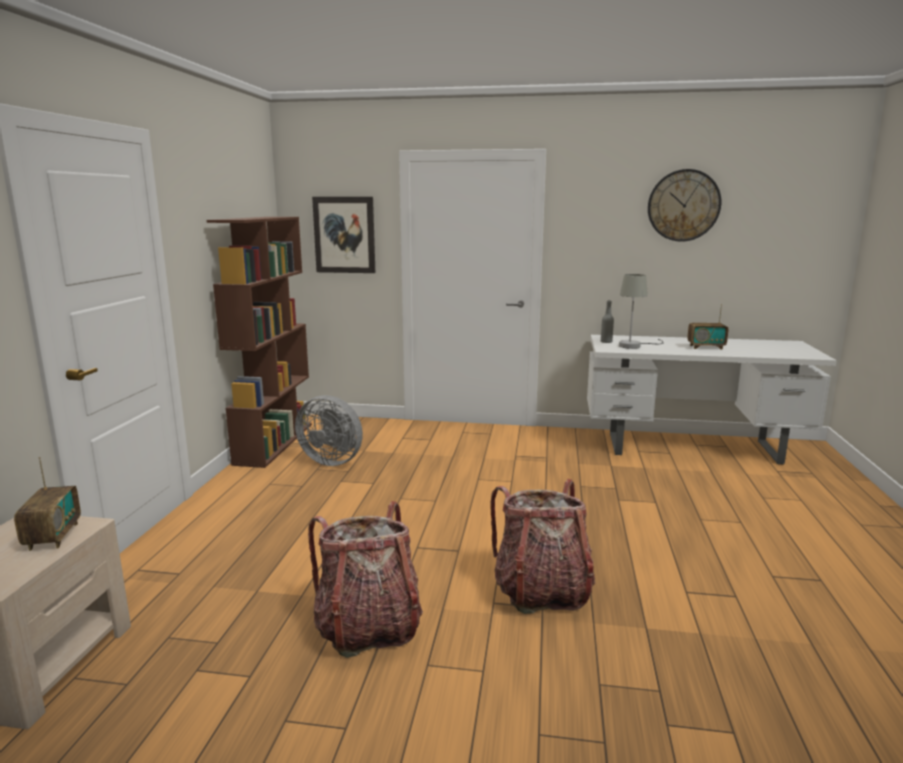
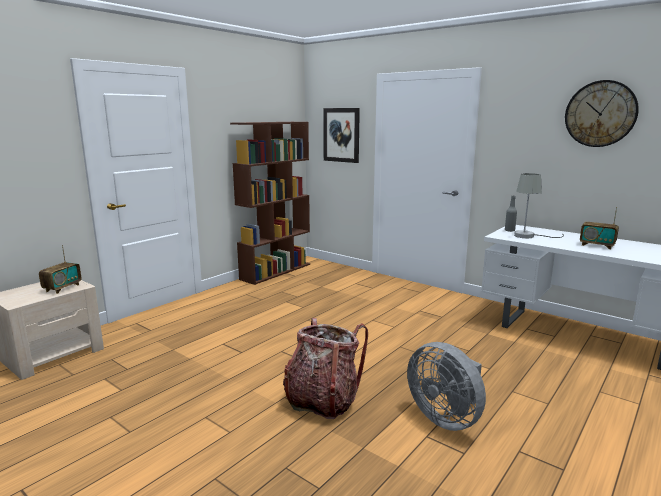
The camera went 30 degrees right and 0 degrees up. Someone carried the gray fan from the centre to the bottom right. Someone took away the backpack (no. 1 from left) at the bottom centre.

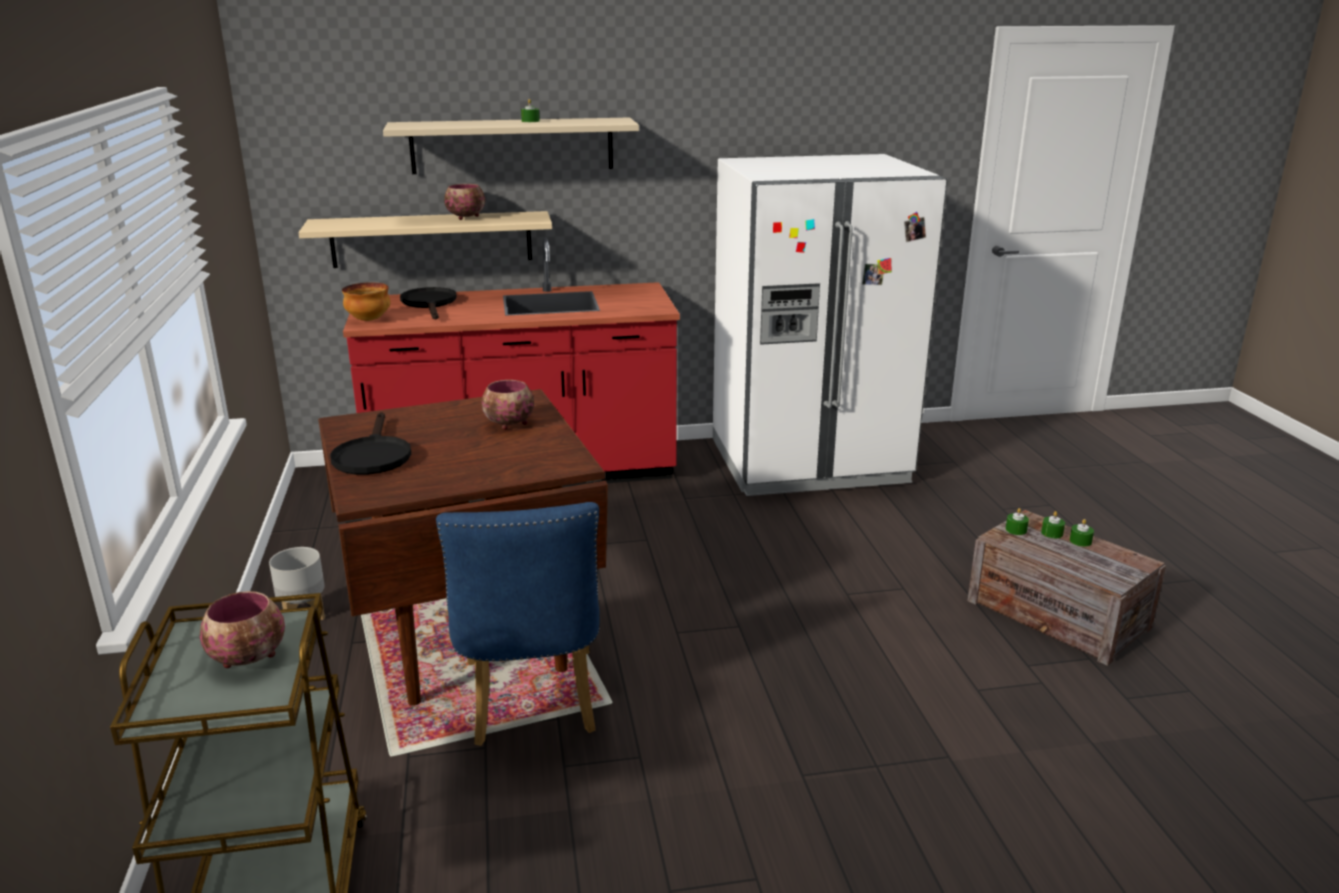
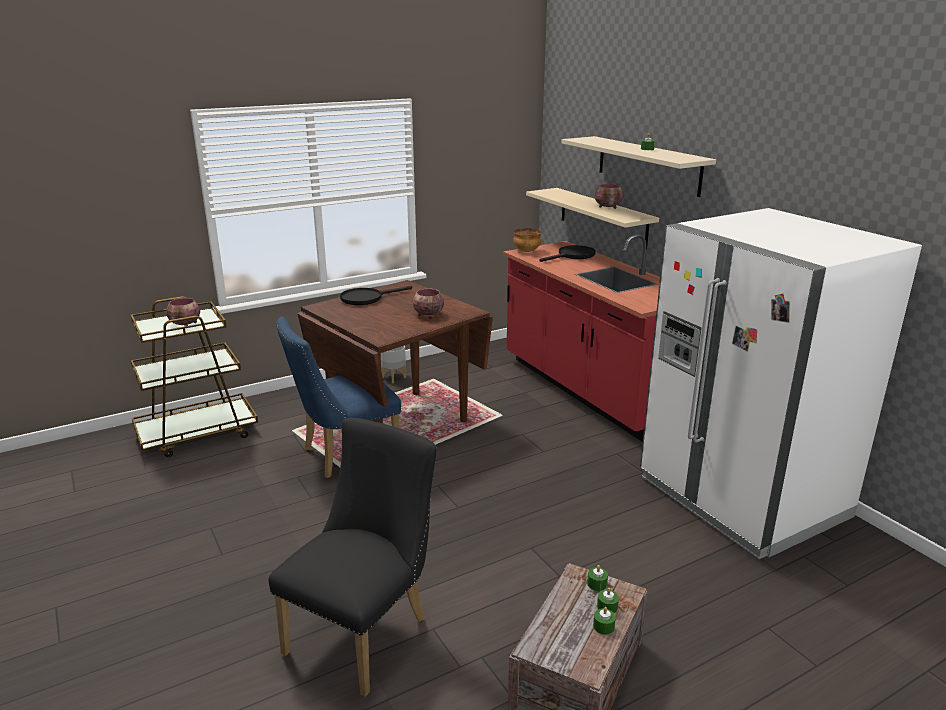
The camera went 70 degrees right and 0 degrees up. Someone put down the black chair at the bottom centre.

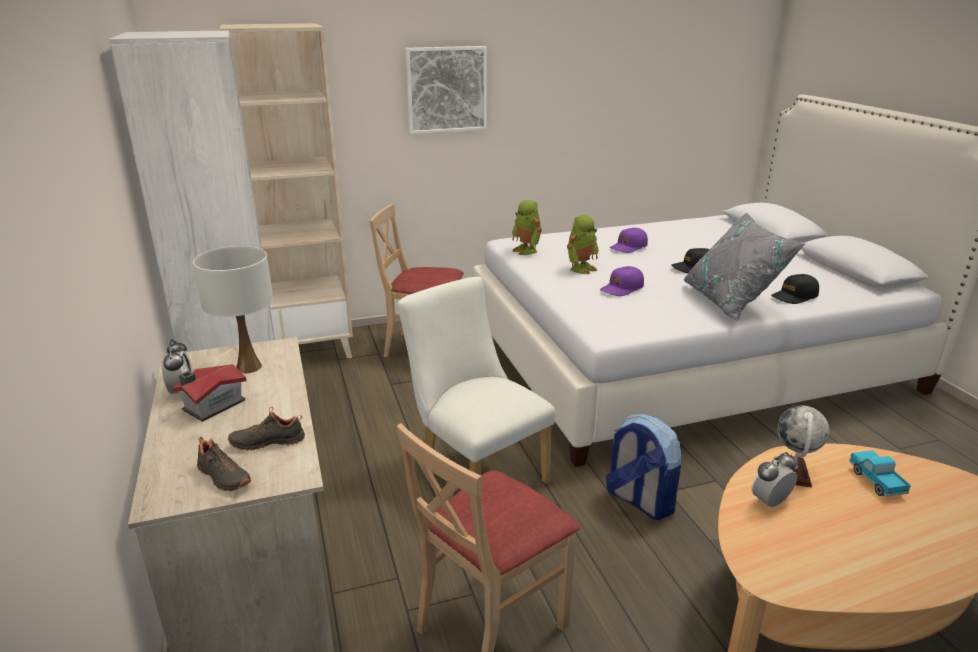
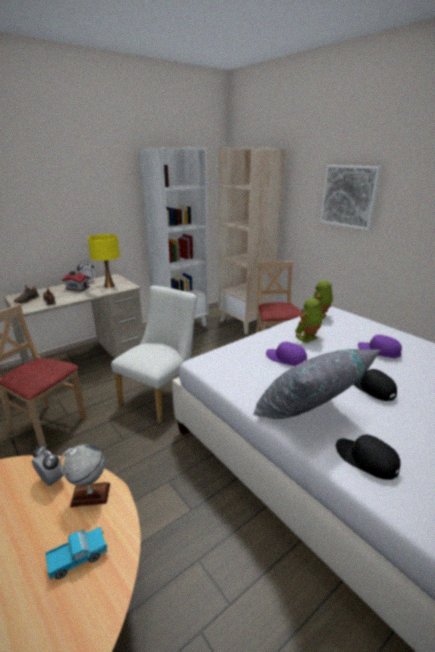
The camera went 70 degrees right and 0 degrees up. Someone repainted the white lamp for a table at the middle left, which became the yellow lamp for a table at the middle left. Someone rotated the robot figure (no. 2 from left in the first image) at the centre by 120 degrees clockwise. Someone took away the backpack at the bottom centre.

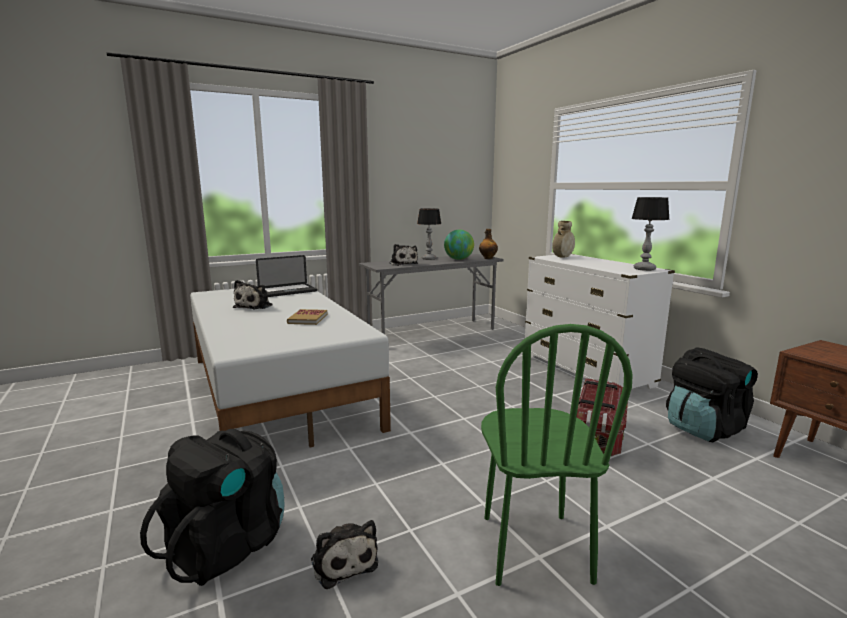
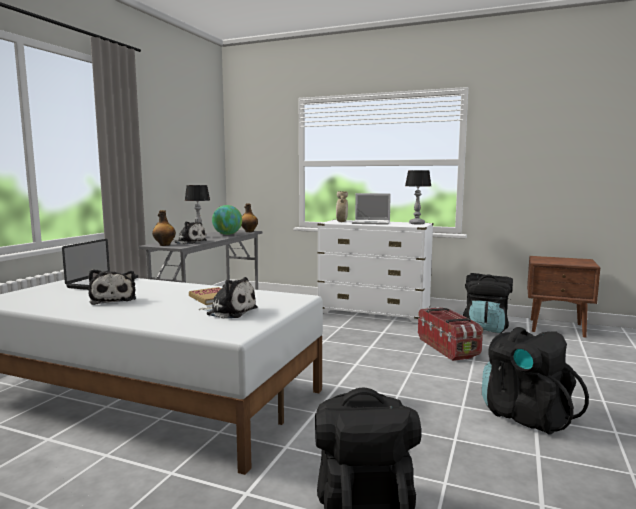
The camera went 40 degrees left and 5 degrees down. Someone put down the drink bottle (no. 1 from left) at the middle left. Someone carried the cuddly toy (no. 2 from left in the first image) from the bottom centre to the centre. Someone put down the portable computer (no. 2 from left) at the centre. Someone swapped the greenish chair at the bottom centre for the black backpack (no. 3 from left) at the bottom right.

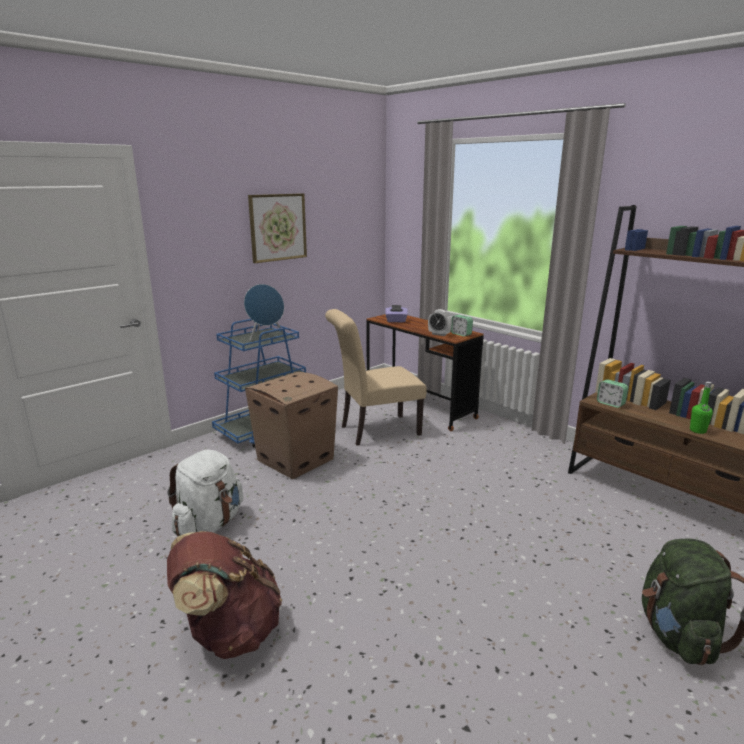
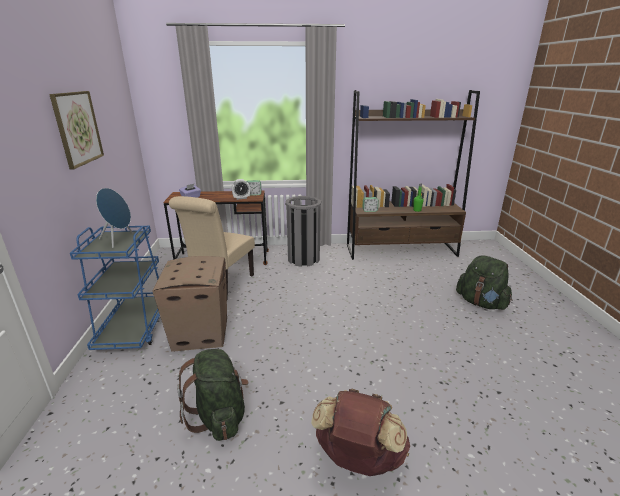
The camera went 50 degrees left and 5 degrees up. Someone repainted the white backpack at the middle left, which became the greenish backpack (no. 1 from left) at the bottom centre. Someone put down the gray rubbish bin at the centre.

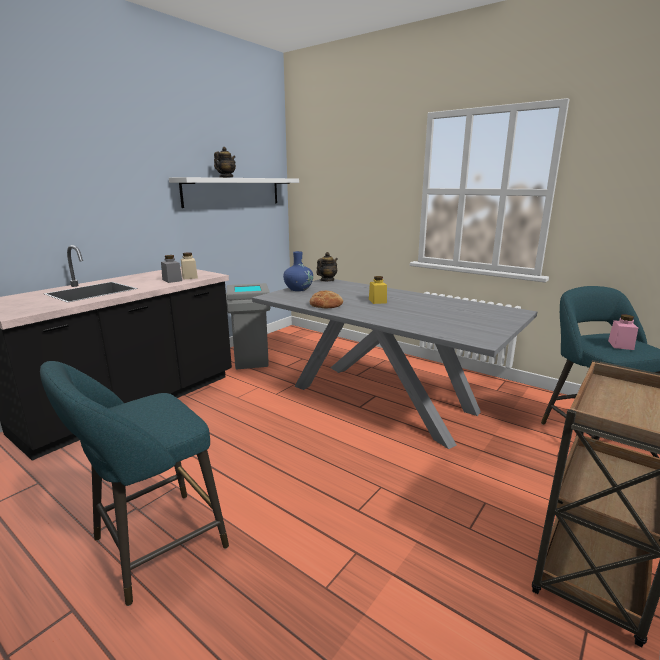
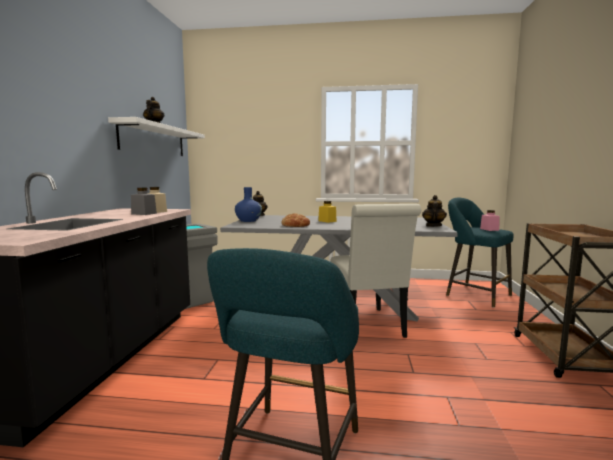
The camera went 30 degrees left and 10 degrees down. Someone put down the white chair at the centre. Someone put down the pot for tea (no. 3 from left) at the middle right.

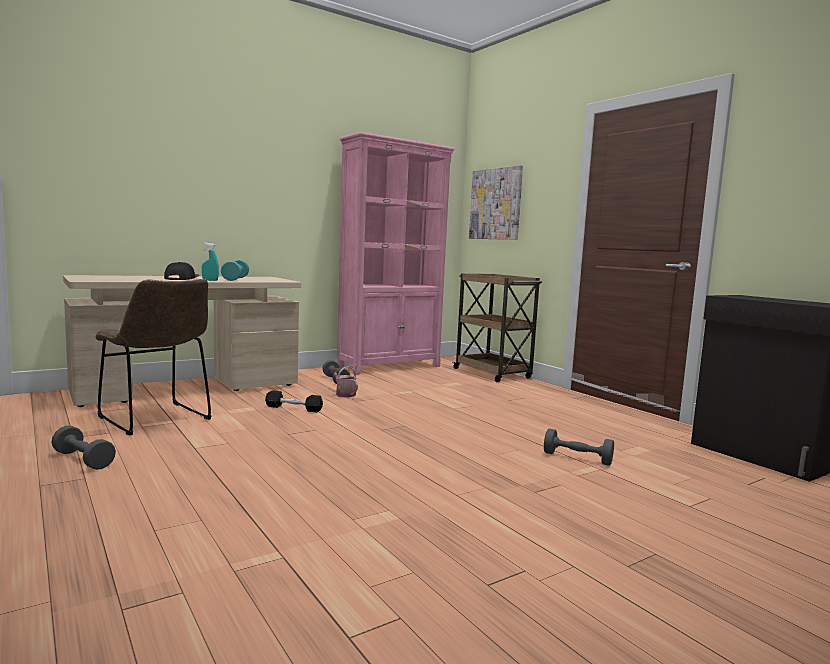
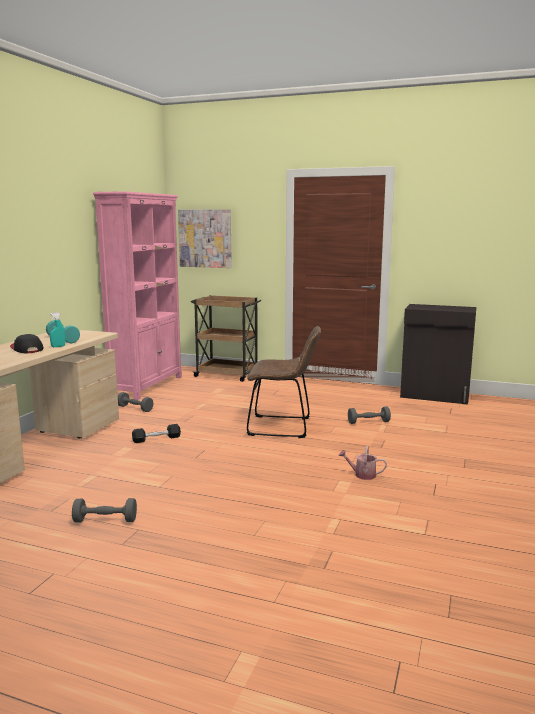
The camera went 35 degrees left and 5 degrees up. Someone carried the brownish chair from the middle left to the centre. Someone carried the watering pot from the centre to the middle right.

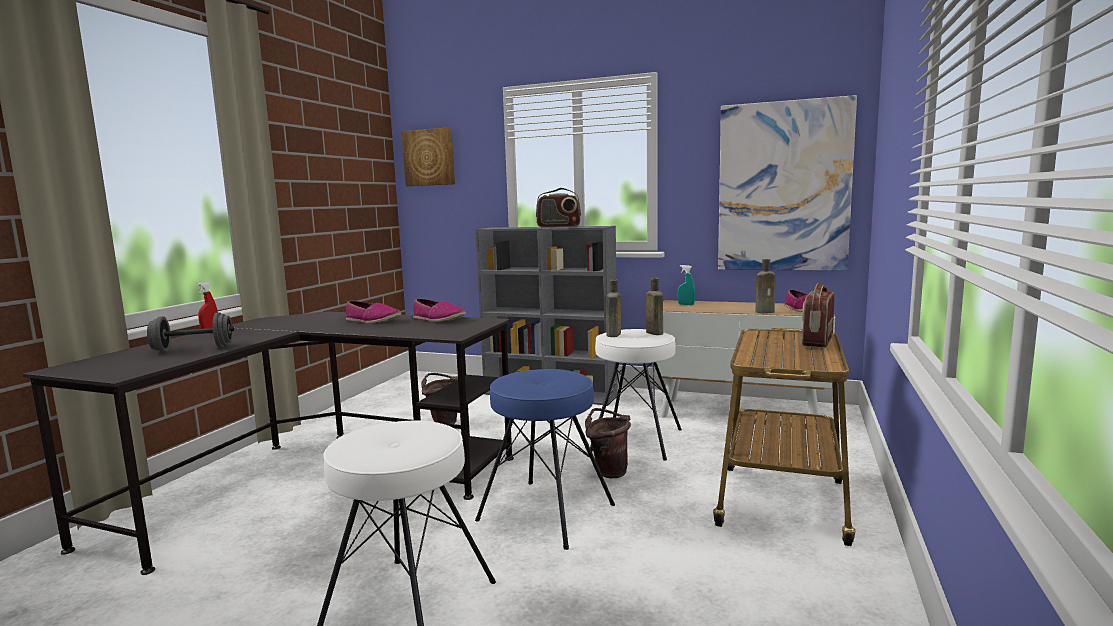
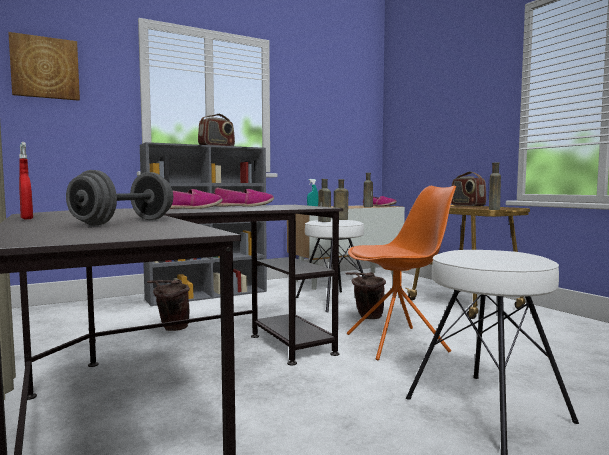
The camera went 50 degrees left and 5 degrees down. Someone swapped the bluish stool at the bottom centre for the orange chair at the centre. Someone put down the brownish drink bottle (no. 4 from left) at the middle right. Someone took away the wall art (no. 2 from left) at the top right.

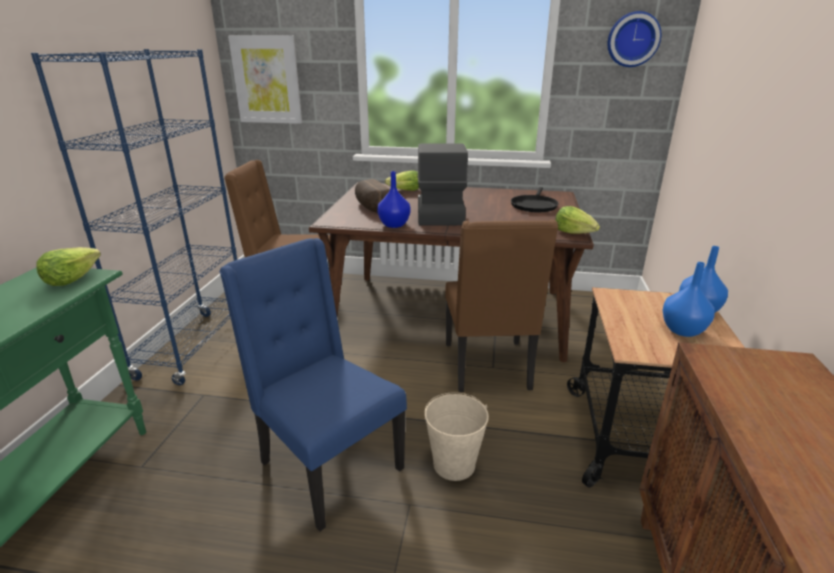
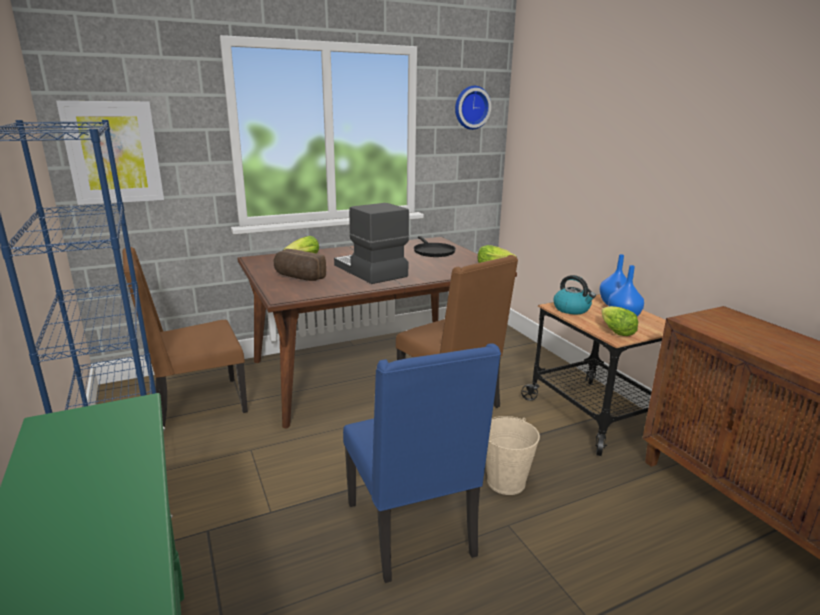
The camera went 35 degrees left and 5 degrees down. Someone rotated the bluish chair at the bottom centre by 120 degrees counterclockwise. Someone put down the kettle at the middle right. Someone carried the lettuce head (no. 1 from left in the first image) from the middle left to the middle right. Someone took away the bluish decorative vase (no. 1 from left) at the centre.

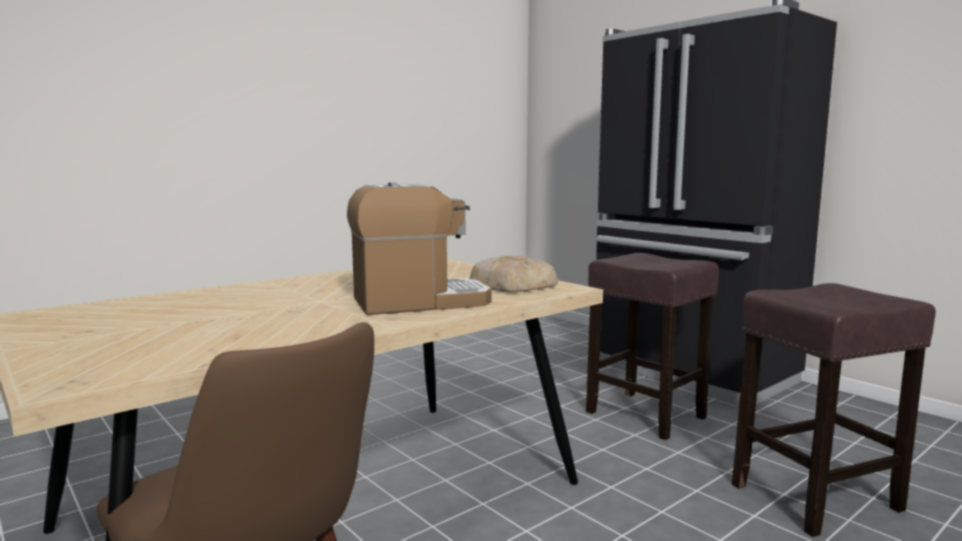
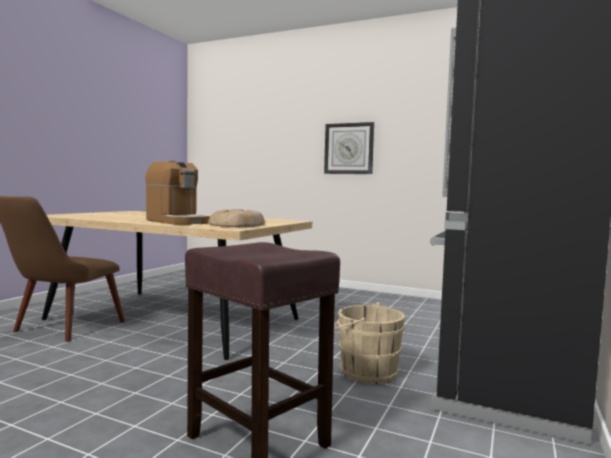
The camera went 65 degrees right and 5 degrees down. Someone put up the clock on the wall at the top centre. Someone swapped the brownish stool (no. 1 from left) at the middle right for the beige-coloured water bucket at the bottom centre.

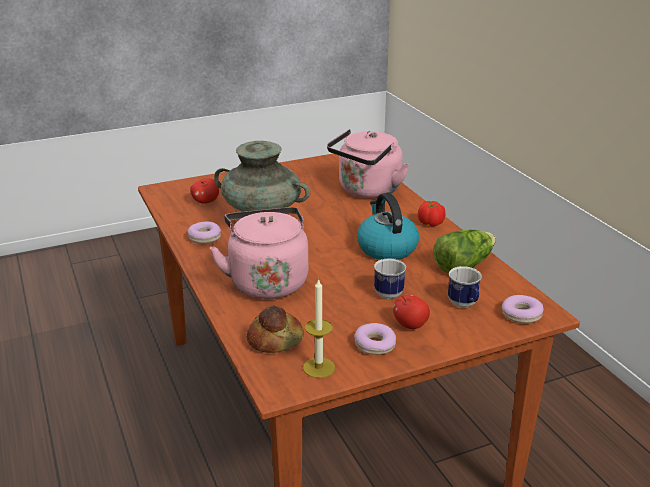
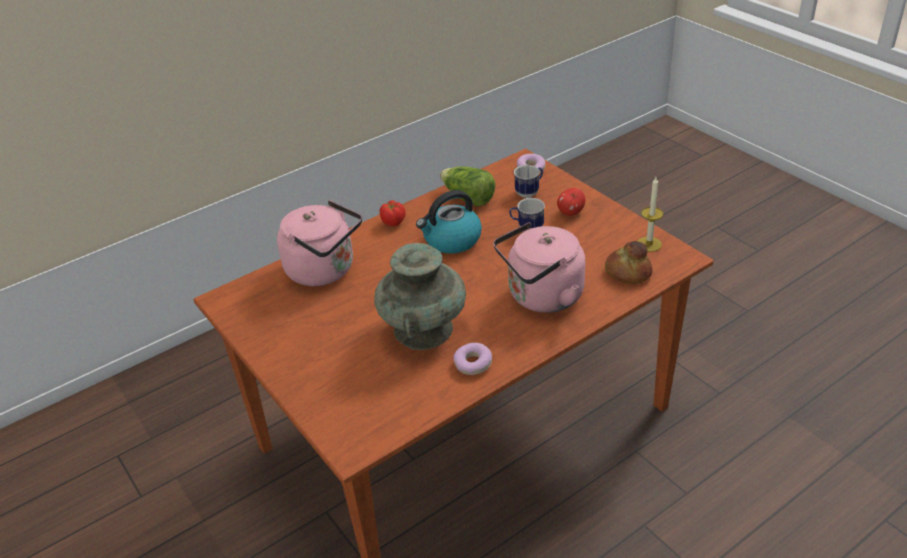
The camera went 100 degrees left and 10 degrees up. Someone took away the apple (no. 1 from left) at the middle left. Someone took away the doughnut (no. 2 from left) at the bottom centre.

